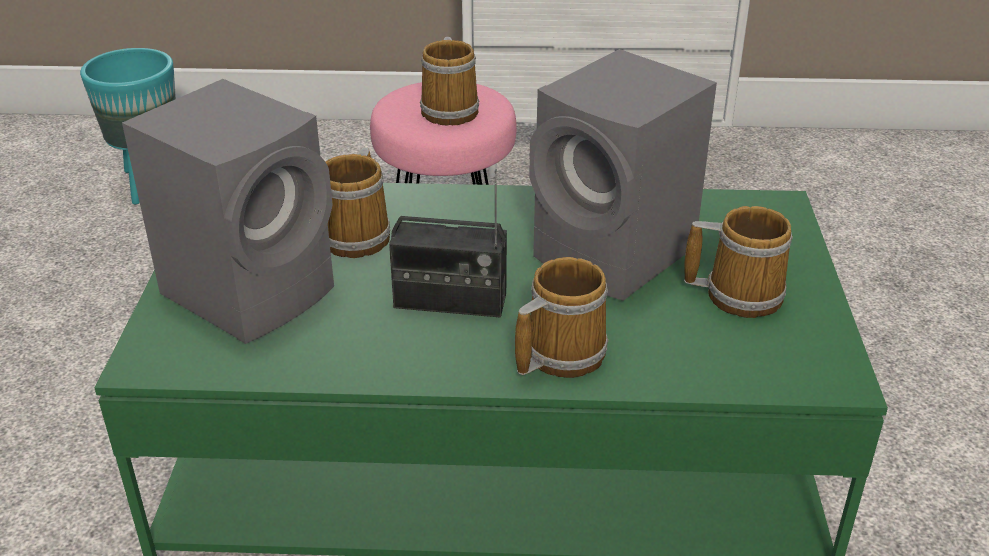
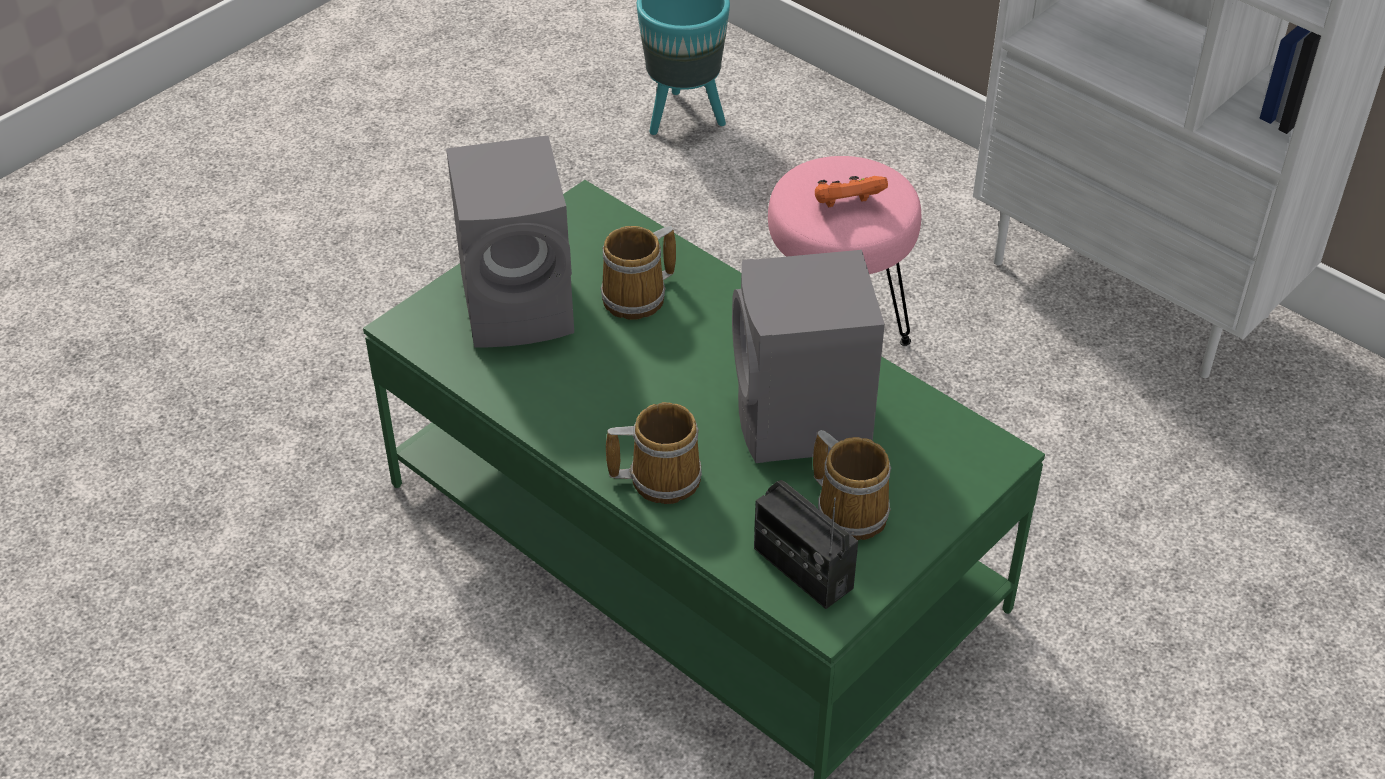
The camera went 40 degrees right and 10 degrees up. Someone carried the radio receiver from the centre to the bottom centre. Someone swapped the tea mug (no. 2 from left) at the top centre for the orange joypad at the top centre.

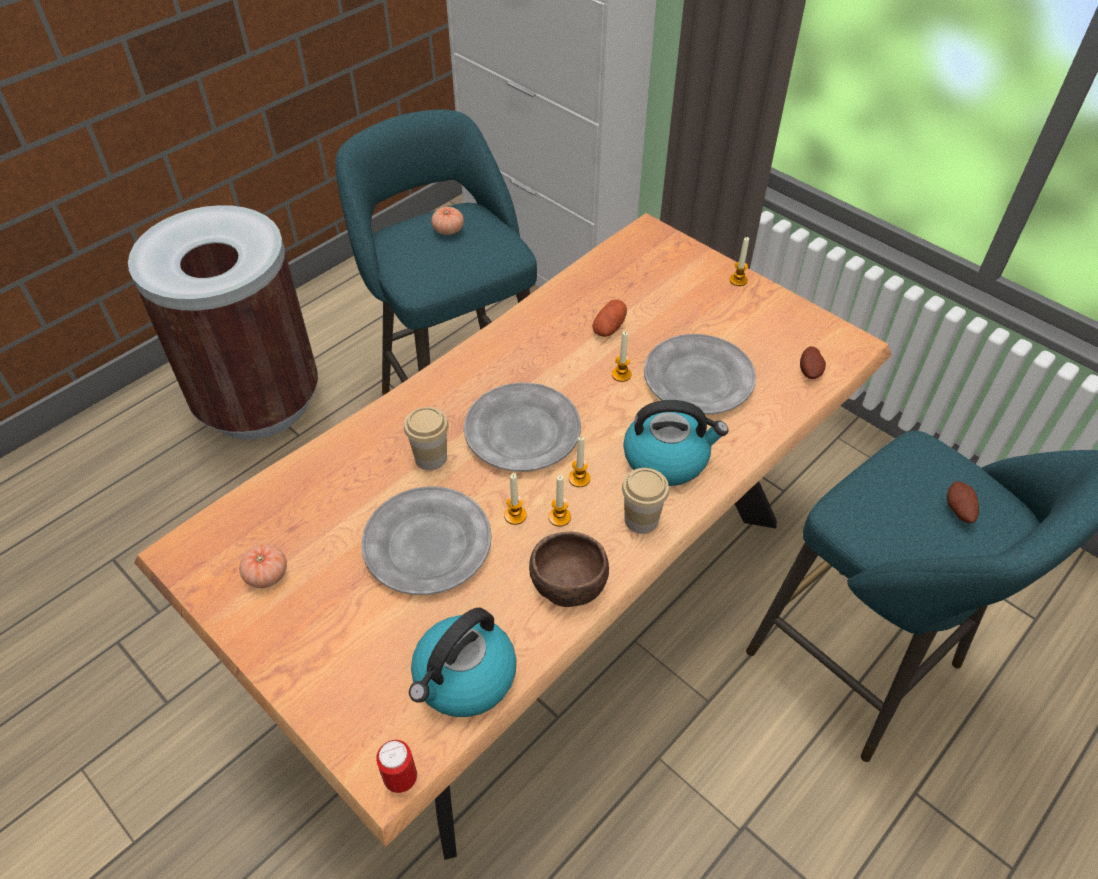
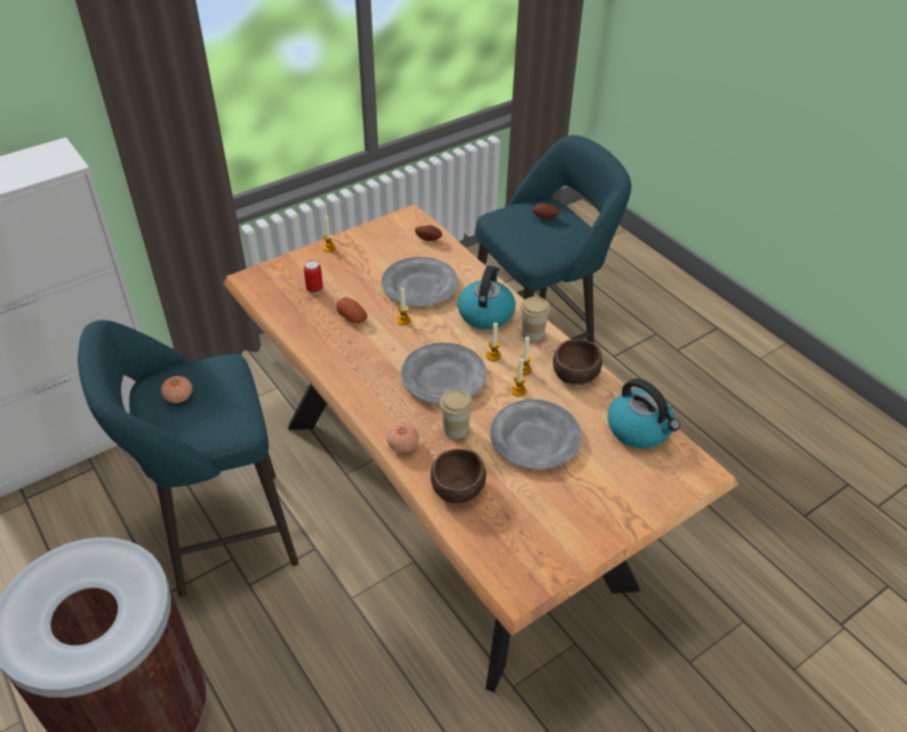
The camera went 80 degrees left and 5 degrees down. Someone carried the can from the bottom centre to the centre. Someone carried the fresh tomato (no. 1 from left in the first image) from the middle left to the centre. Someone put down the brownish bowl (no. 1 from left) at the centre.

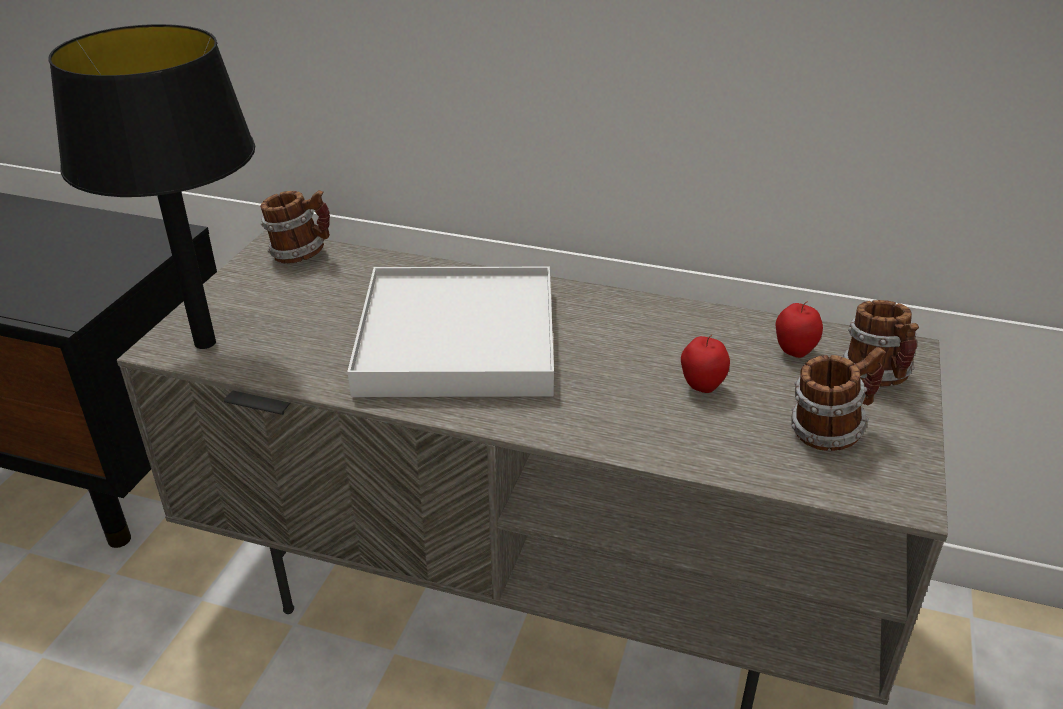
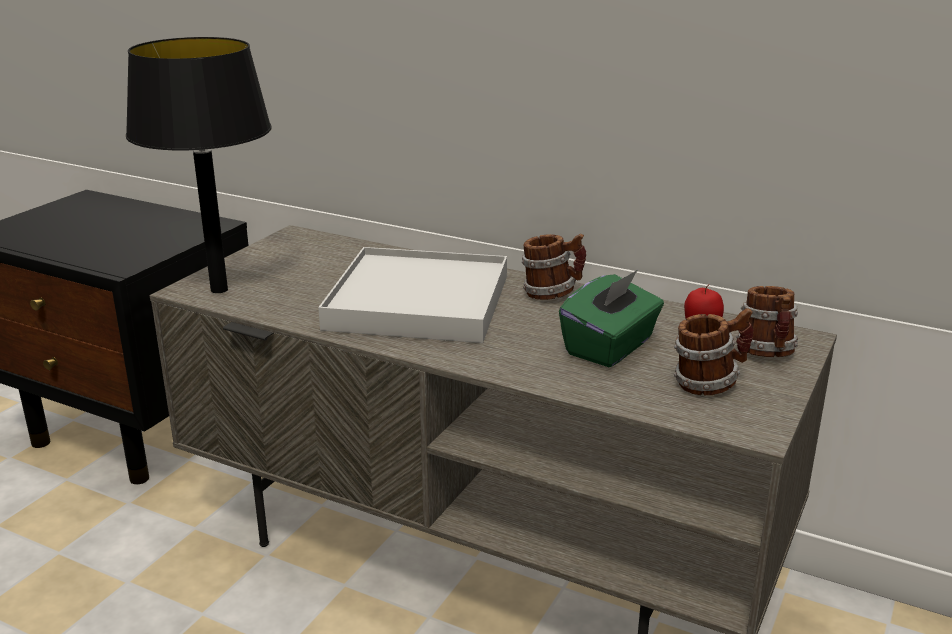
The camera went 10 degrees right and 10 degrees down. Someone carried the tea mug (no. 1 from left) from the top left to the centre. Someone swapped the apple (no. 1 from left) at the centre for the greenish tissue box at the centre.

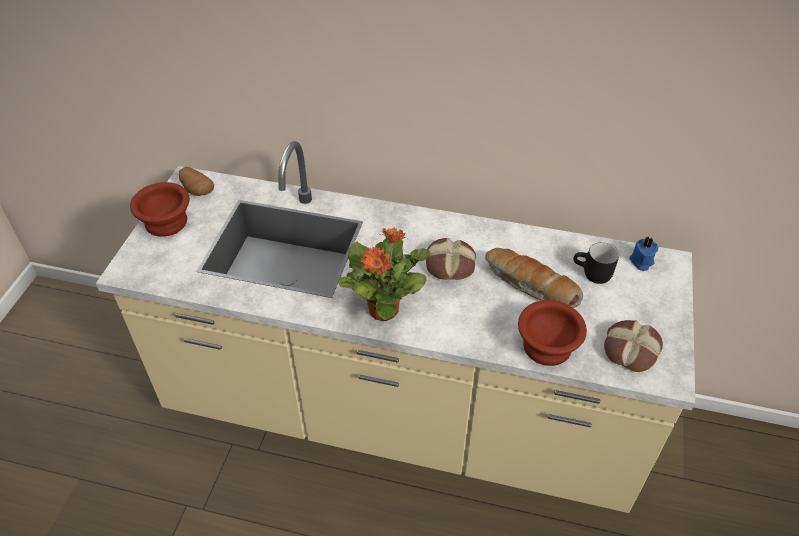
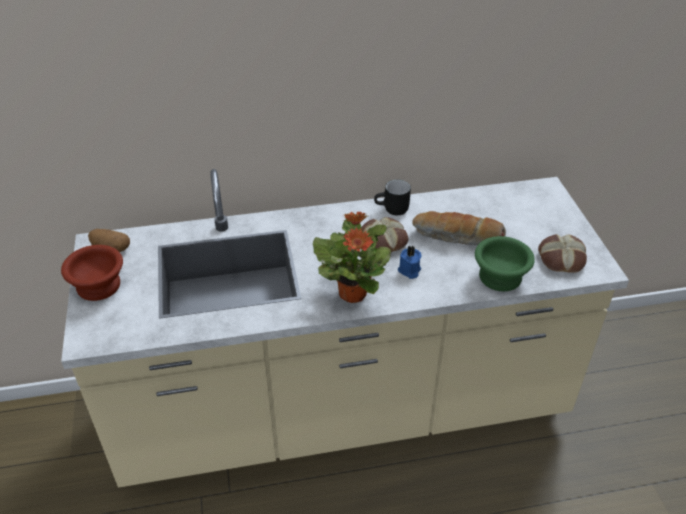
The camera went 25 degrees left and 5 degrees down. Someone carried the black tea mug from the middle right to the centre. Someone carried the bluish wax light from the middle right to the centre. Someone repainted the brownish bowl (no. 2 from left) at the middle right, which became the greenish bowl at the middle right.

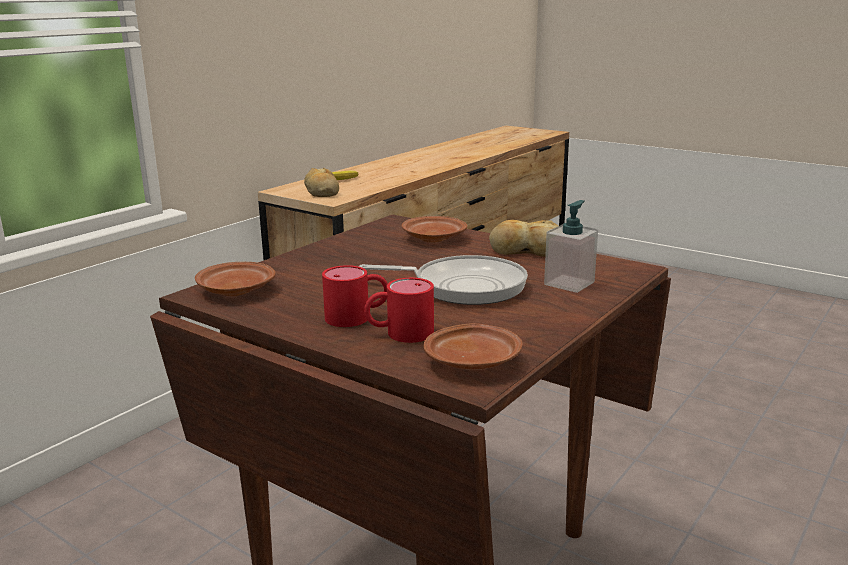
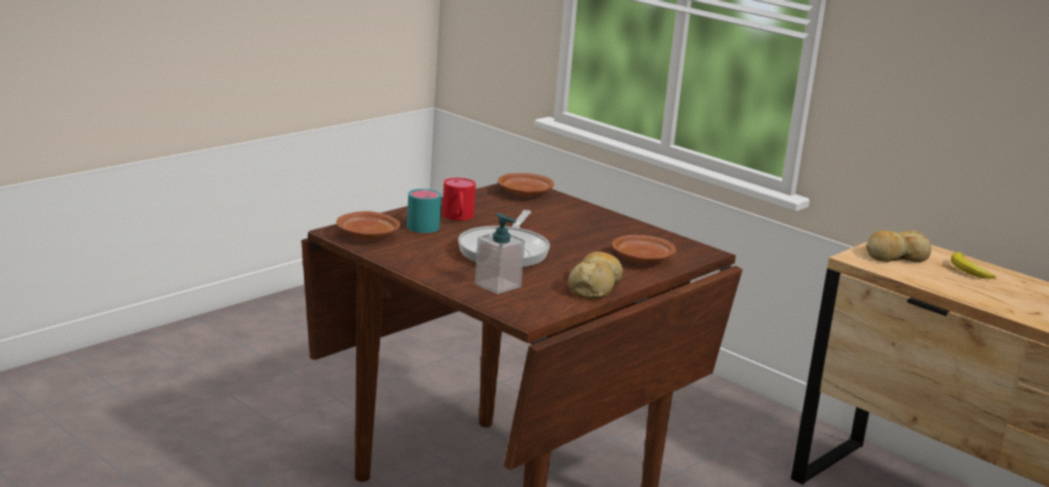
The camera went 95 degrees right and 0 degrees up. Someone repainted the reddish tea mug (no. 2 from left) at the centre, which became the turquoise-coloured tea mug at the centre.

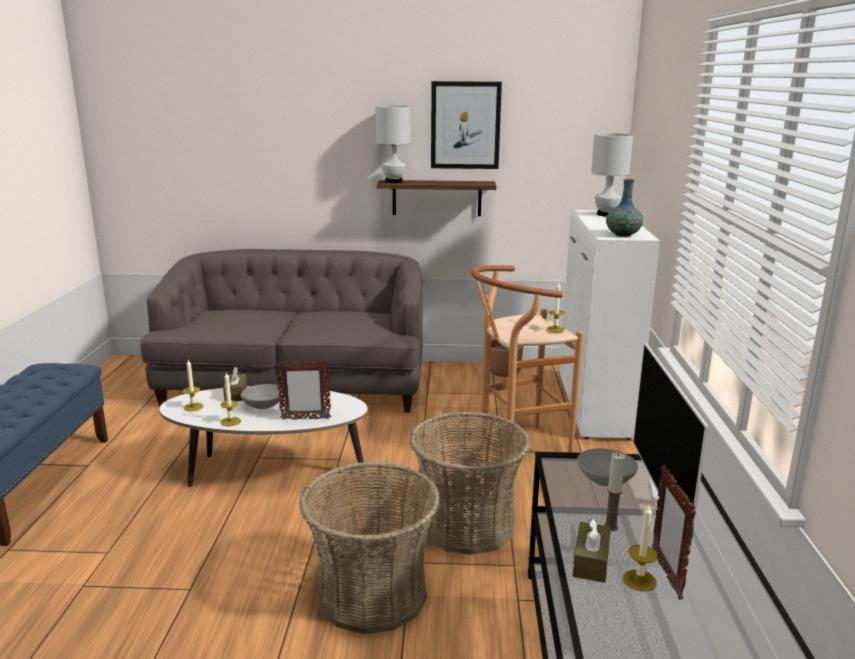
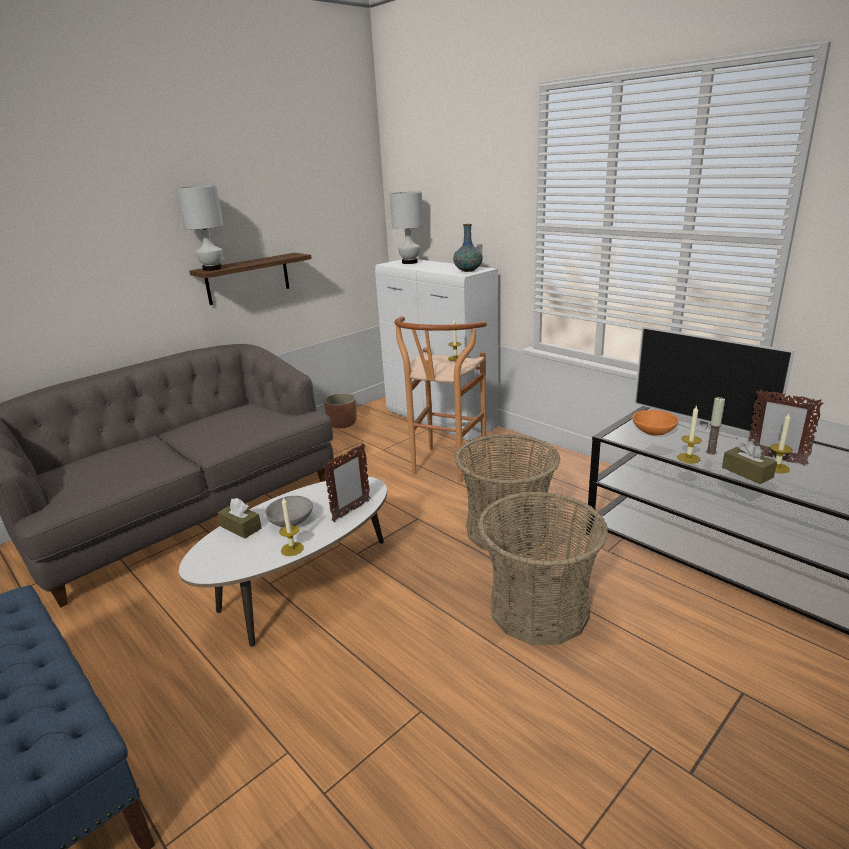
The camera went 45 degrees left and 5 degrees up. Someone repainted the gray bowl (no. 2 from left) at the bottom right, which became the orange bowl at the middle right. Someone carried the wax light (no. 1 from left in the first image) from the middle left to the middle right. Someone took away the wall art at the top centre.

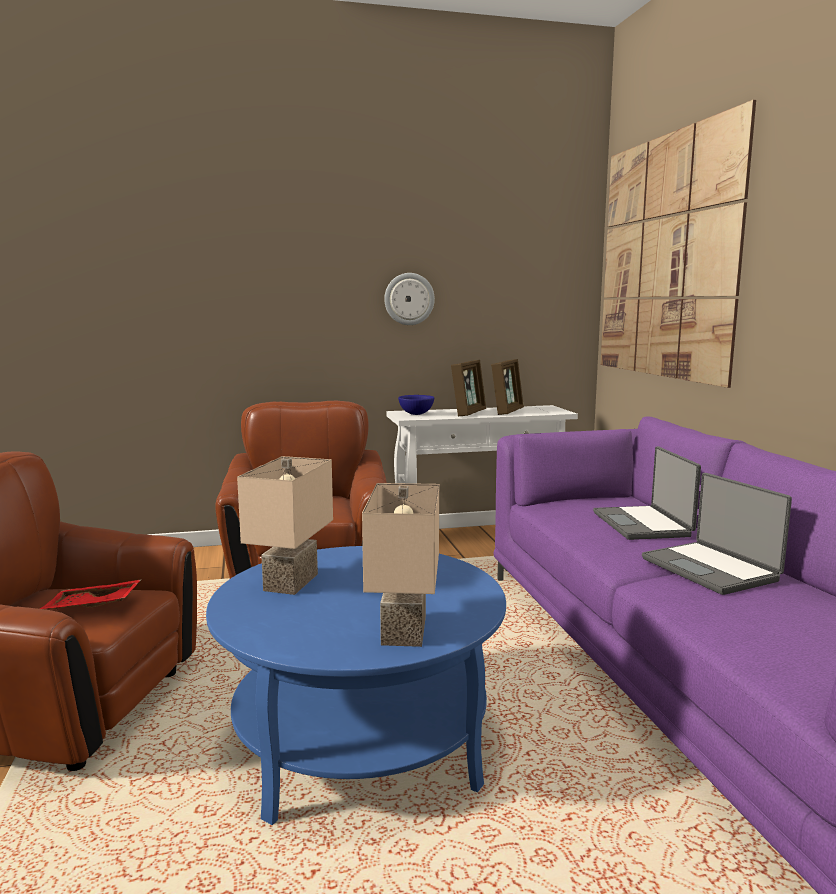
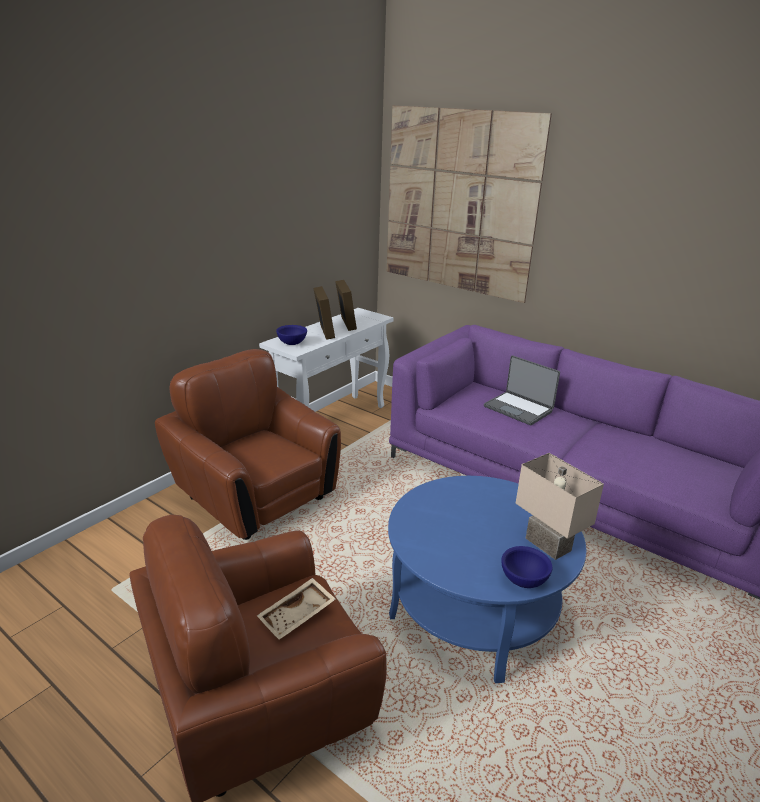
The camera went 40 degrees left and 15 degrees up. Someone repainted the reddish tray at the middle left, which became the beige-coloured tray at the bottom centre. Someone put down the bluish bowl (no. 2 from left) at the bottom right. Someone took away the beige-coloured lamp for a table (no. 1 from left) at the centre. Someone took away the clock on the wall at the centre. Someone took away the portable computer (no. 2 from left) at the middle right.

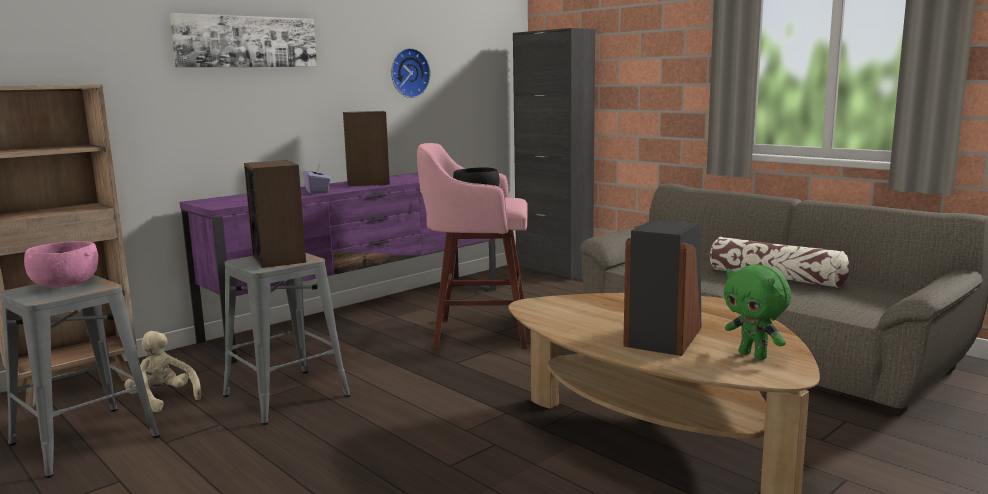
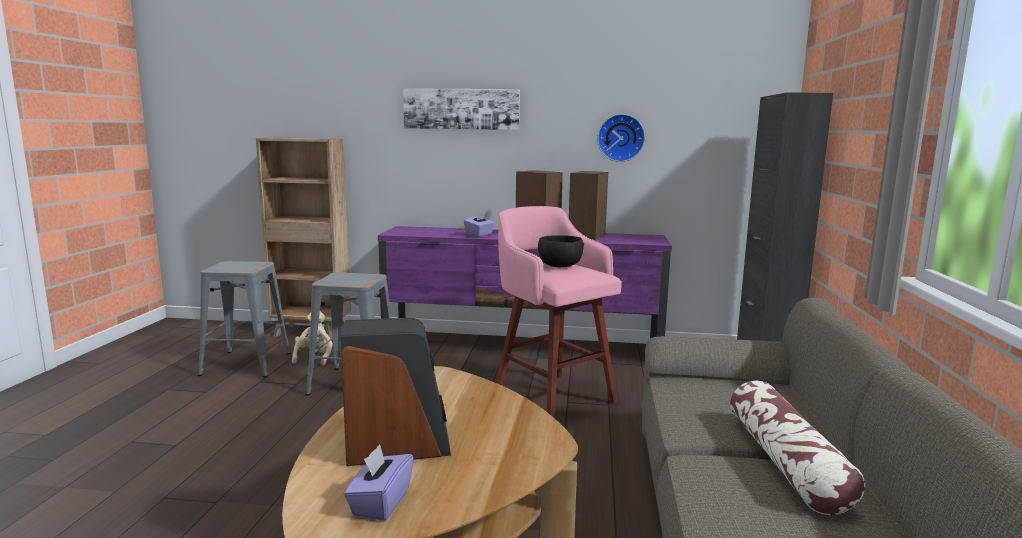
The camera went 50 degrees right and 0 degrees up. Someone swapped the greenish cuddly toy at the middle right for the purple tissue box (no. 1 from left) at the bottom centre. Someone carried the loudspeaker (no. 1 from left in the first image) from the middle left to the centre. Someone took away the pink bowl at the middle left.

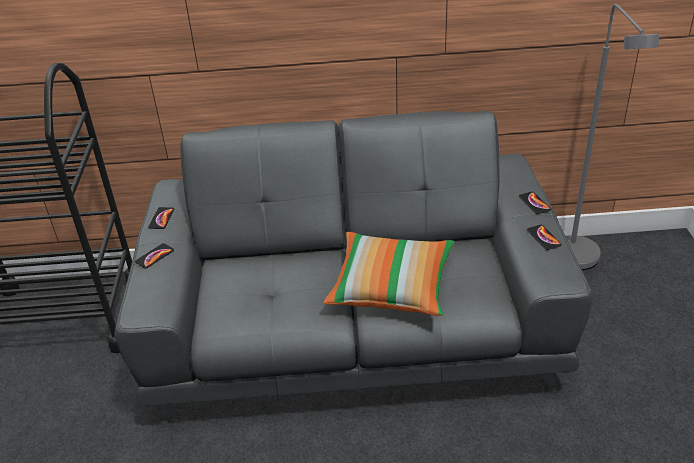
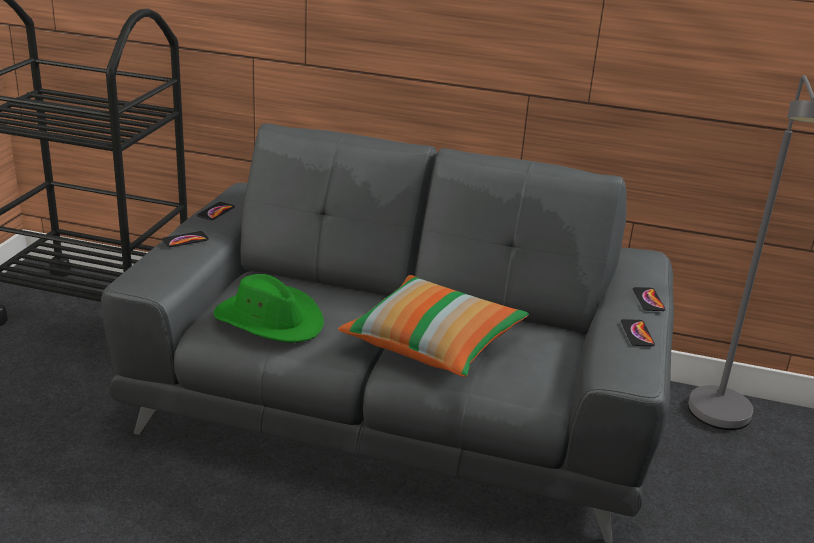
The camera went 15 degrees right and 10 degrees down. Someone put down the greenish clothing hat at the middle left.

